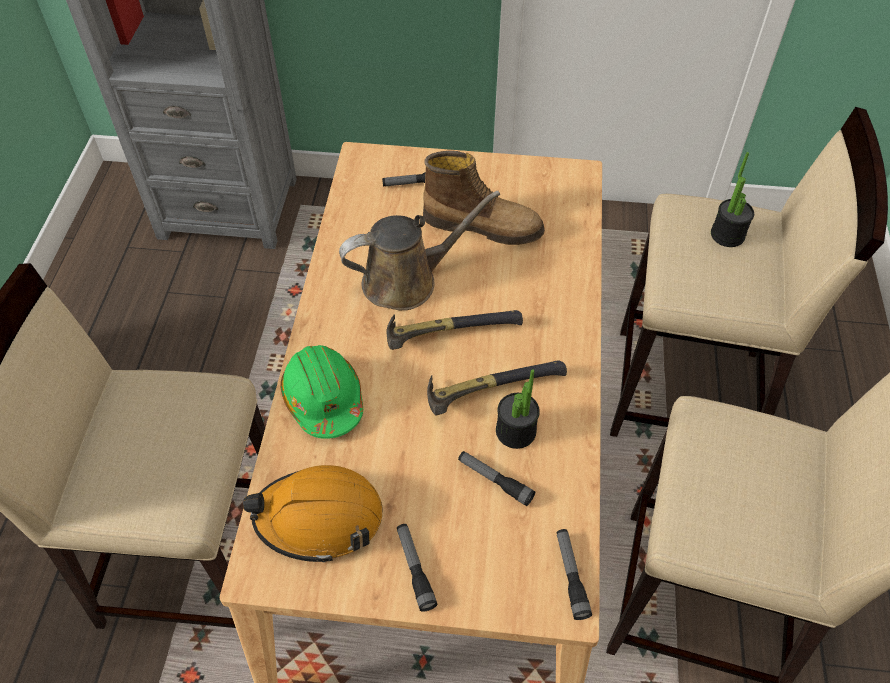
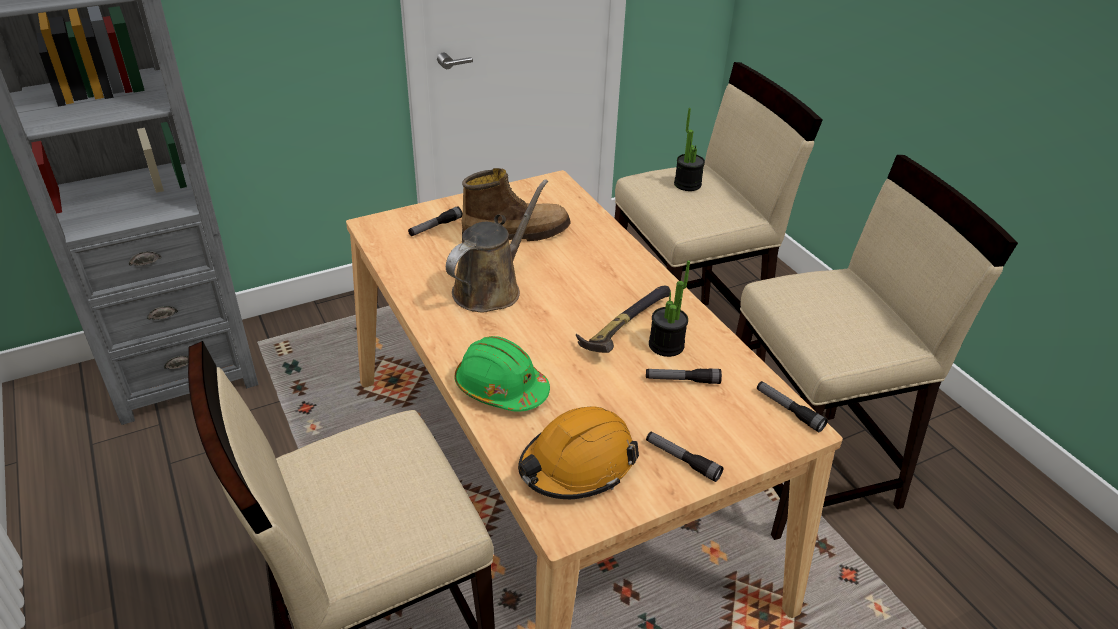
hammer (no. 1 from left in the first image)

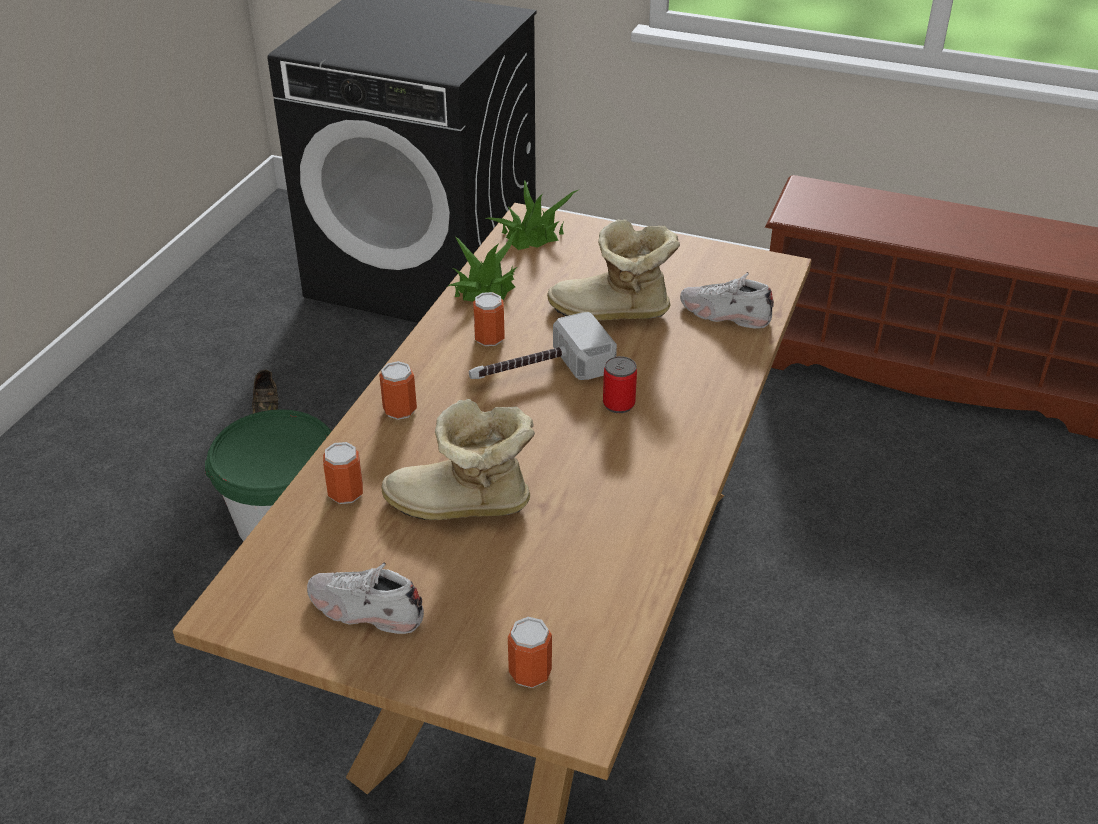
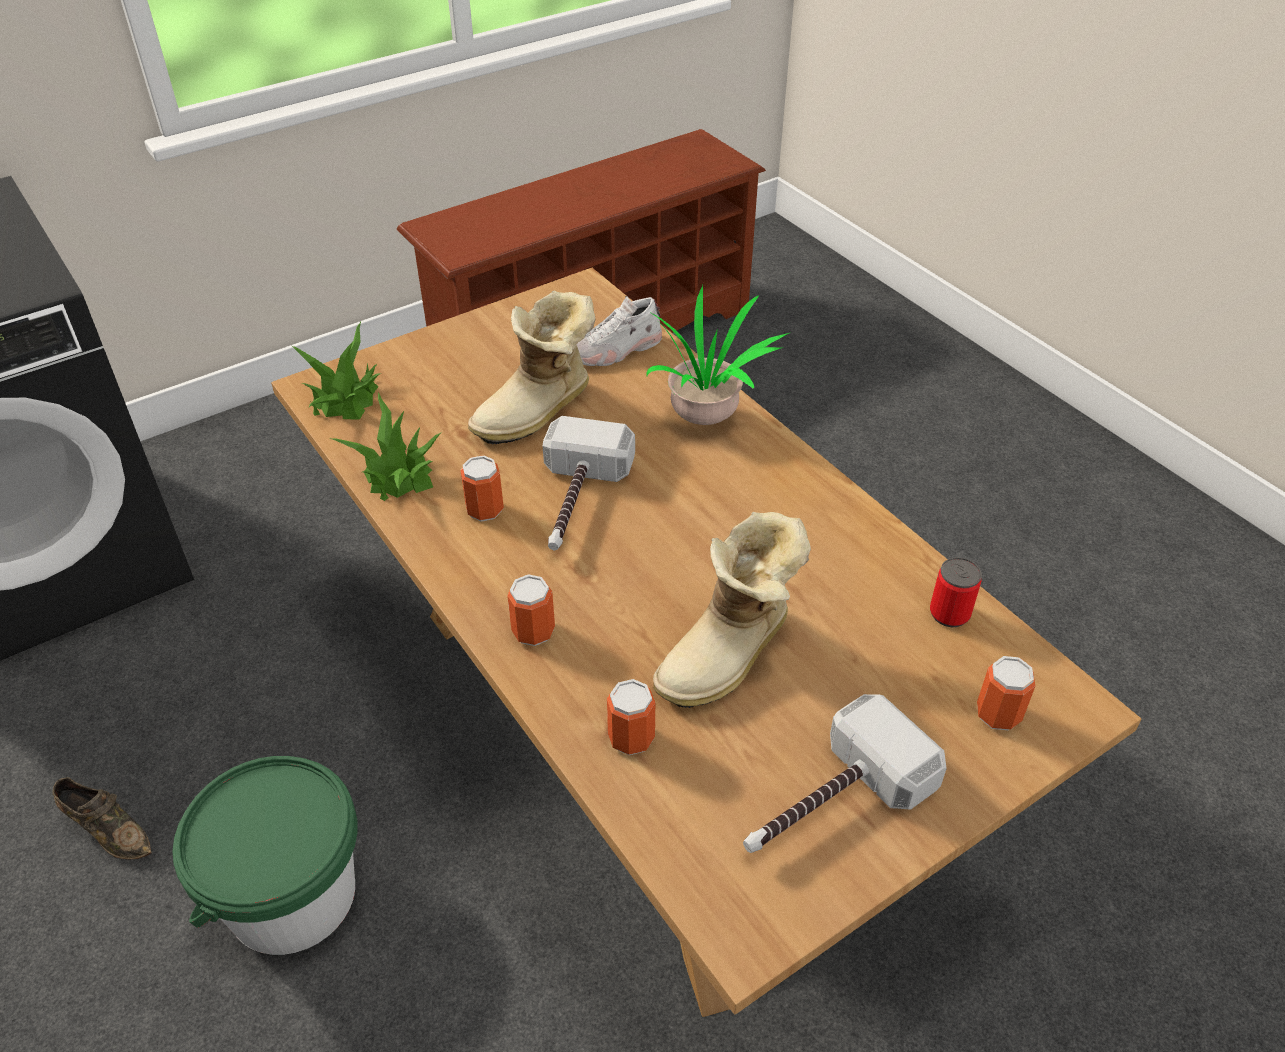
potted plant (no. 3 from left); can (no. 4 from left); hammer (no. 2 from left)

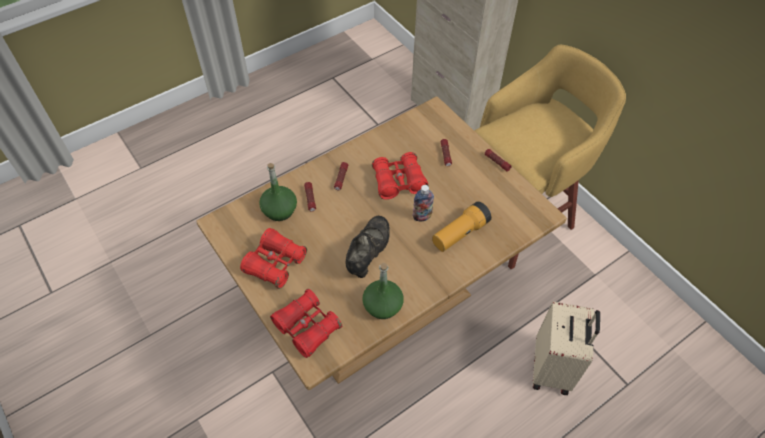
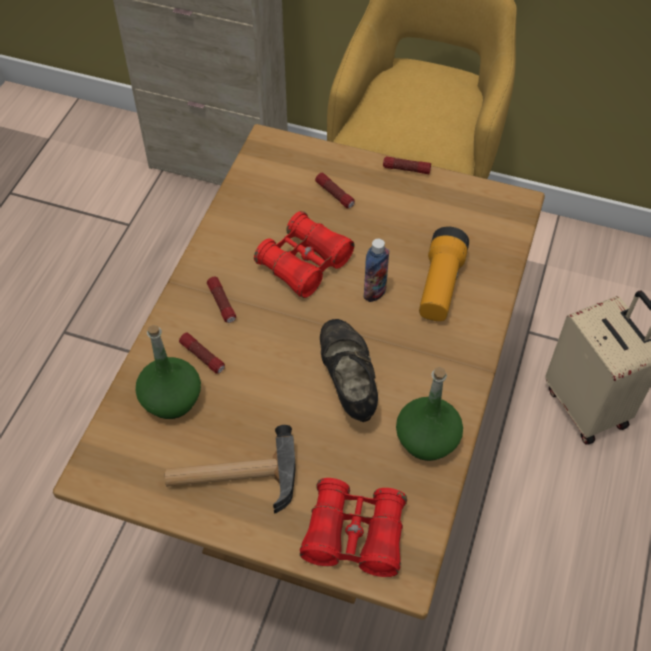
hammer

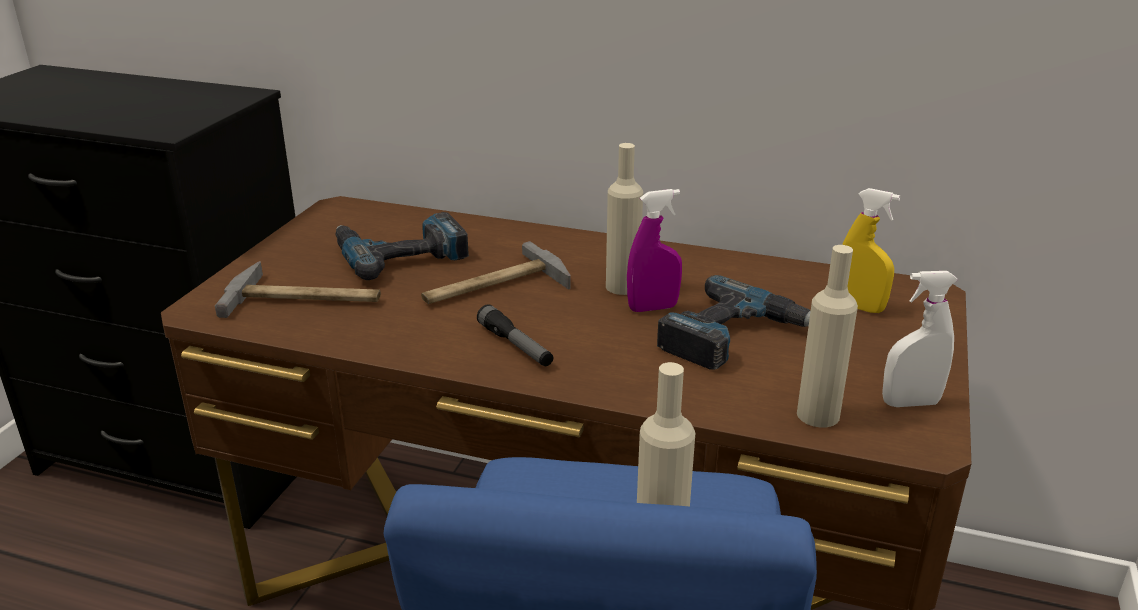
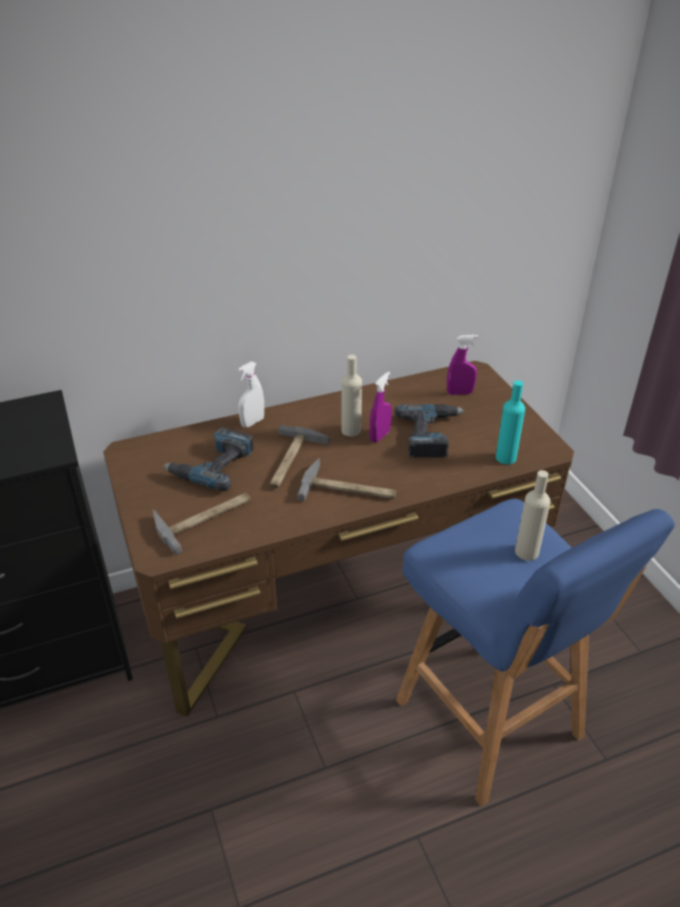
spray bottle (white); hammer (no. 3 from left); bottle (turquoise); spray bottle (purple) (no. 2 from left)

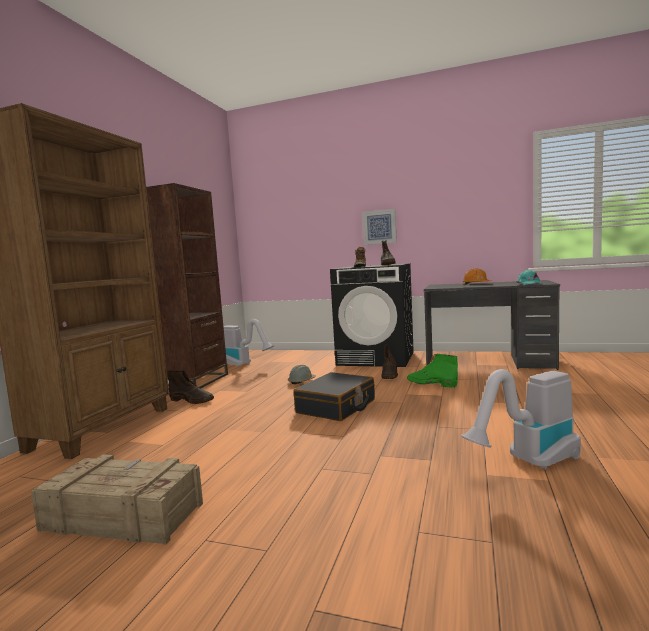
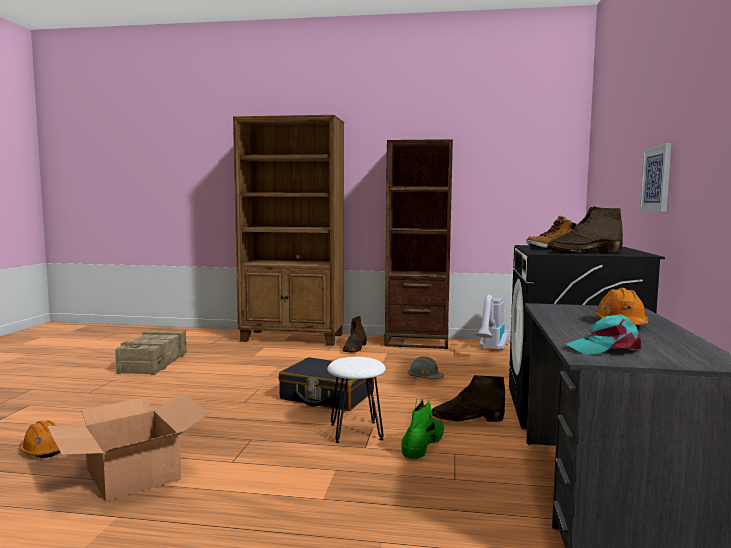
hard hat (orange) (no. 1 from left); stool (white); cardboard box

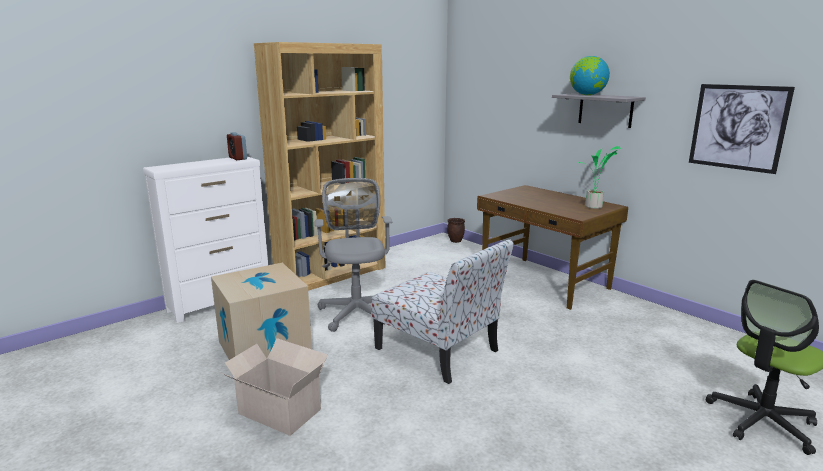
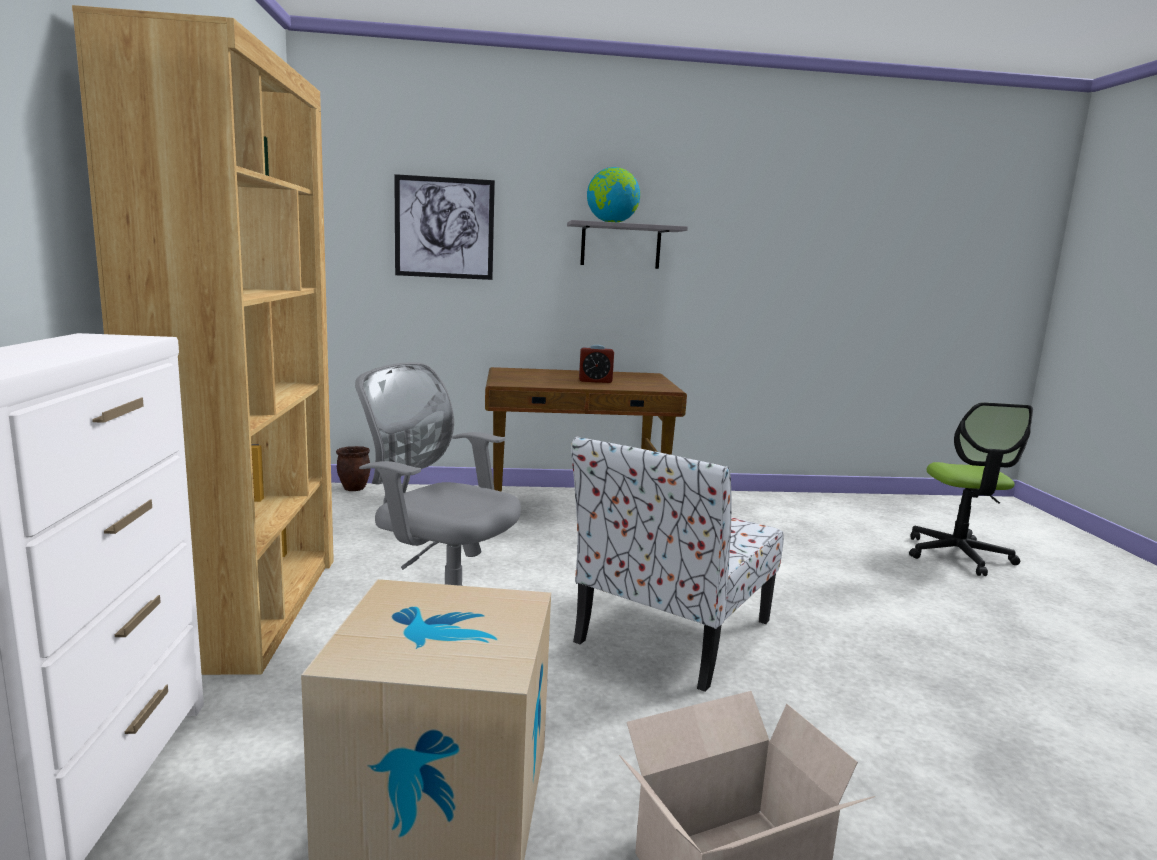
potted plant; alarm clock; picture; chair

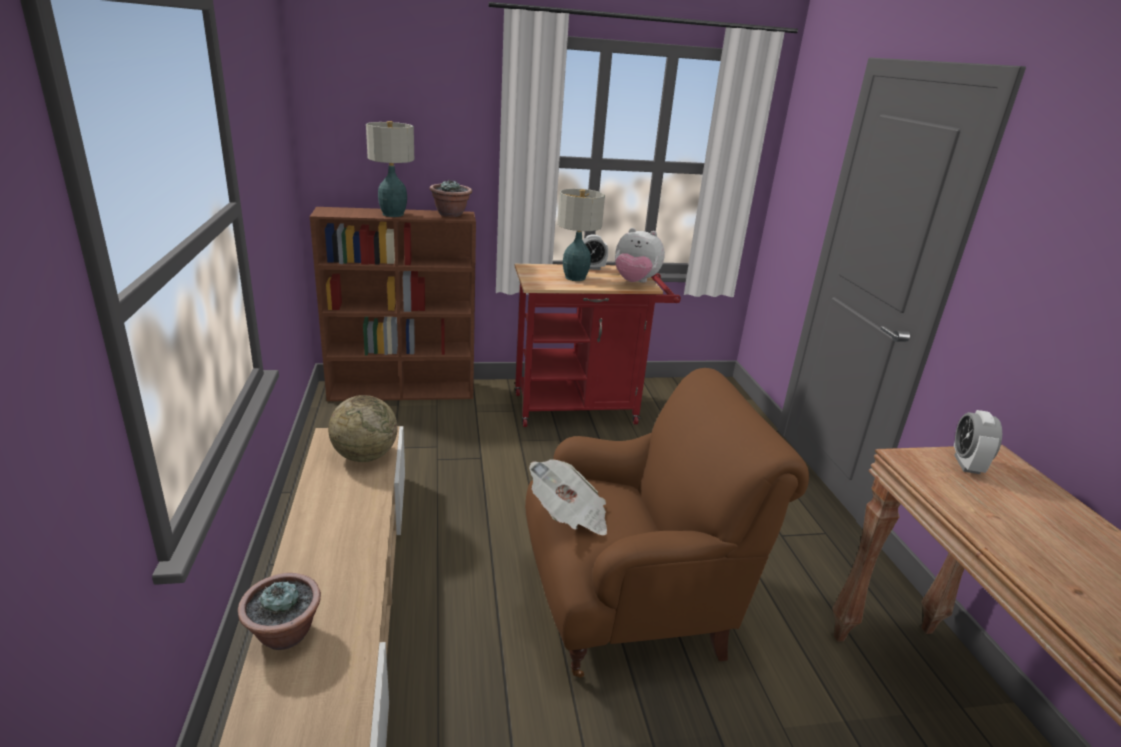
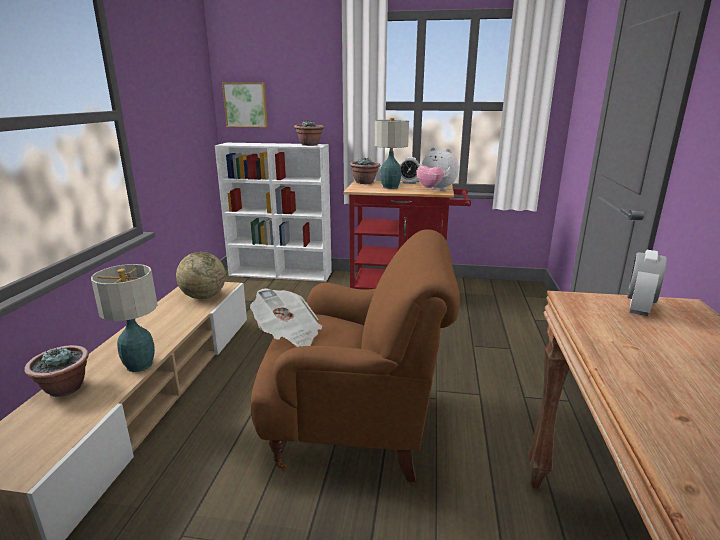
picture; potted plant (no. 3 from left); table lamp (no. 1 from left); bookcase (white)

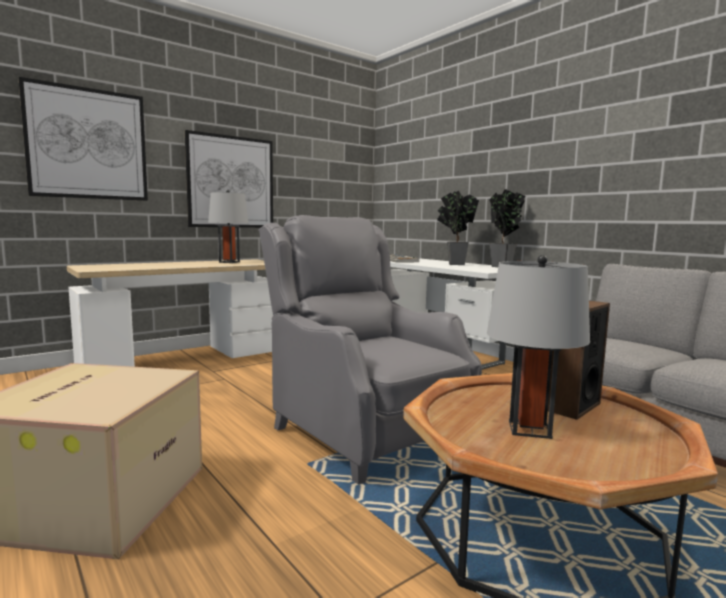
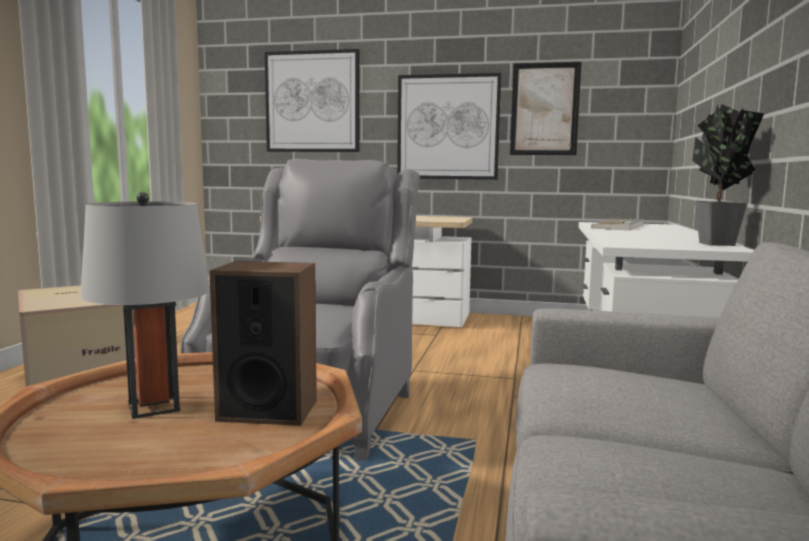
table lamp (grey) (no. 1 from left in the first image); potted plant (no. 1 from left in the first image); picture (no. 3 from left)

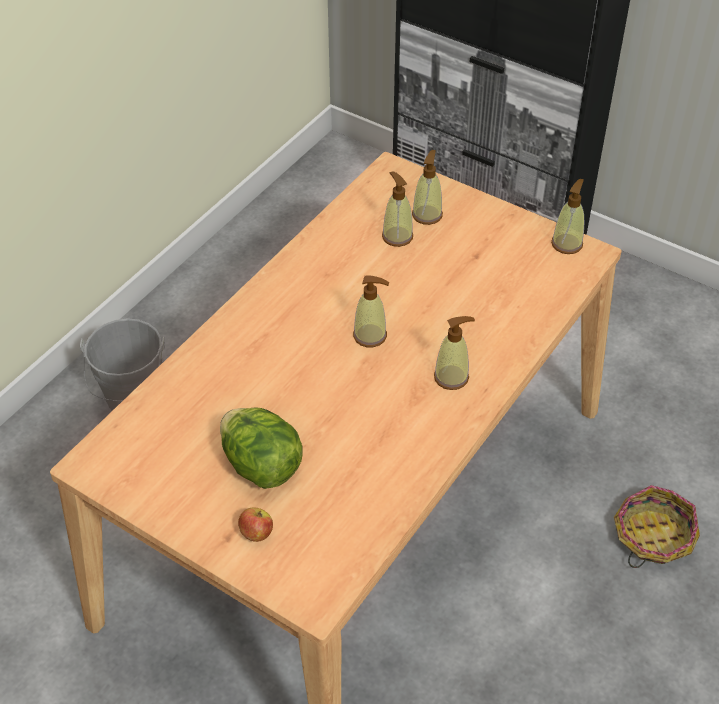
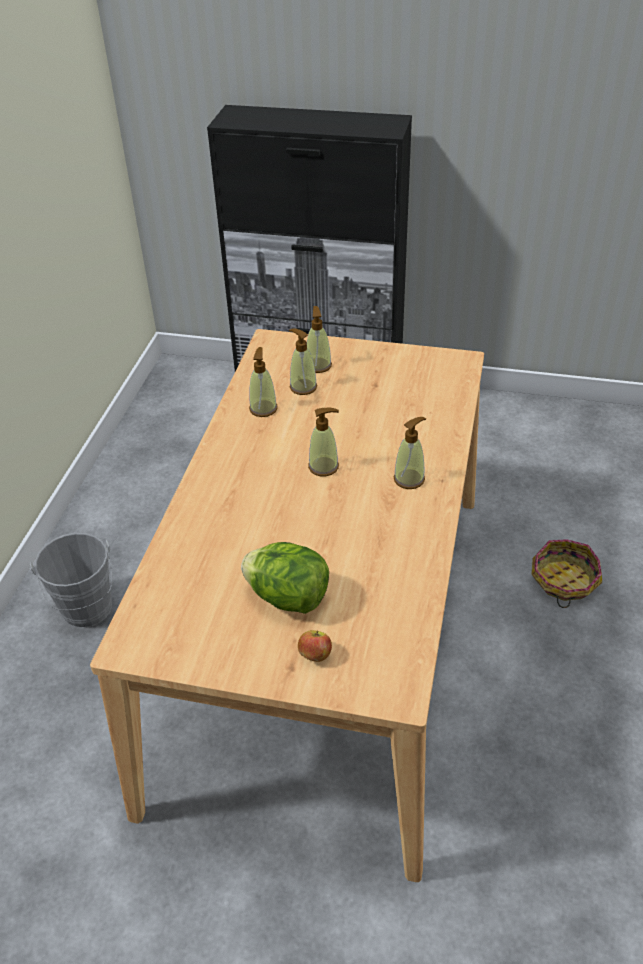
soap dispenser (no. 1 from left)

